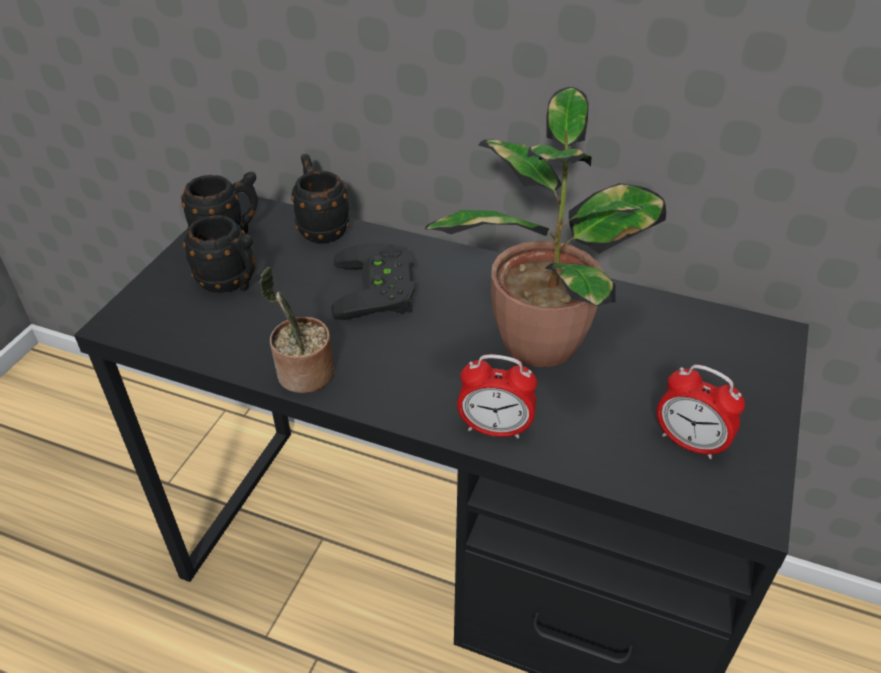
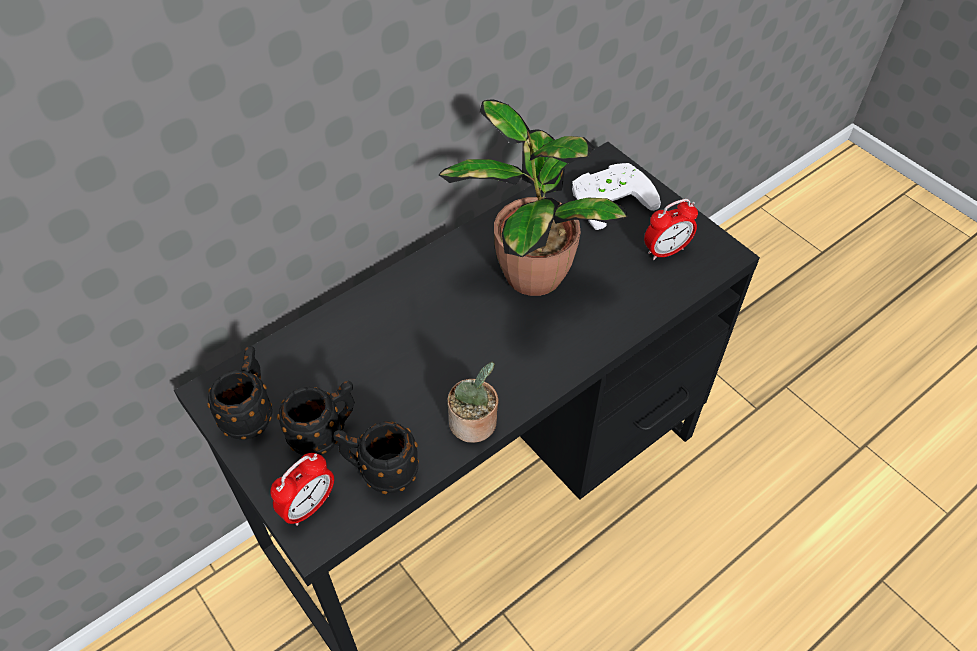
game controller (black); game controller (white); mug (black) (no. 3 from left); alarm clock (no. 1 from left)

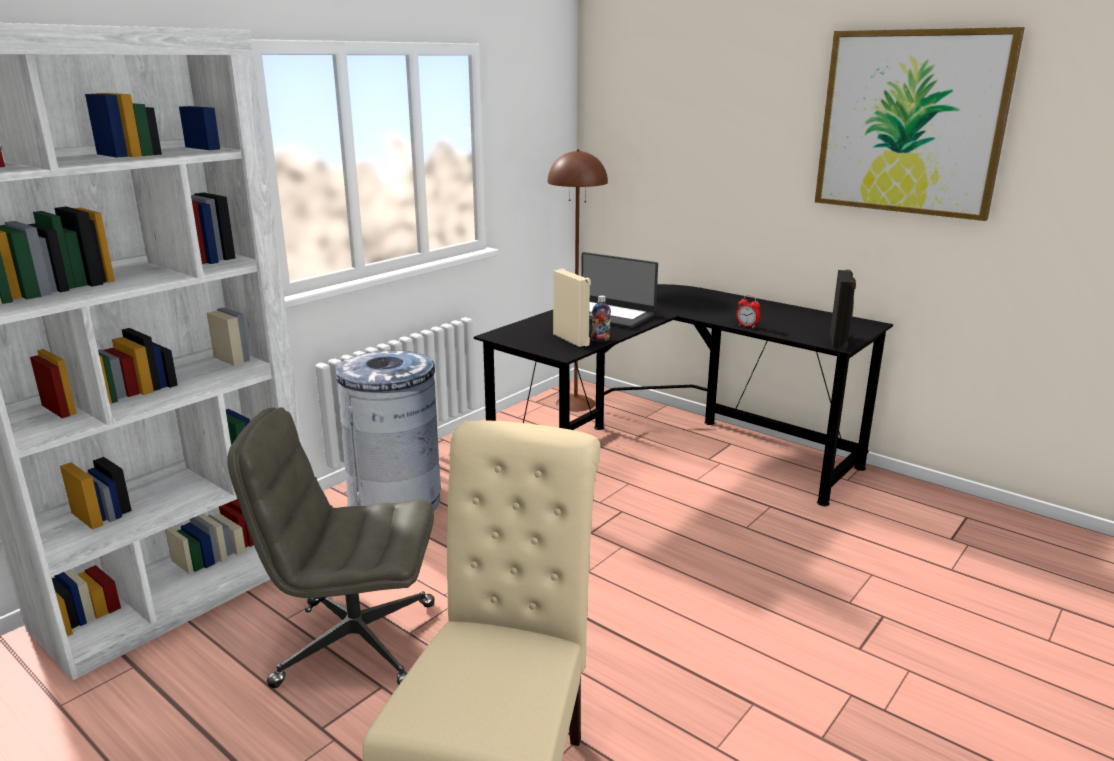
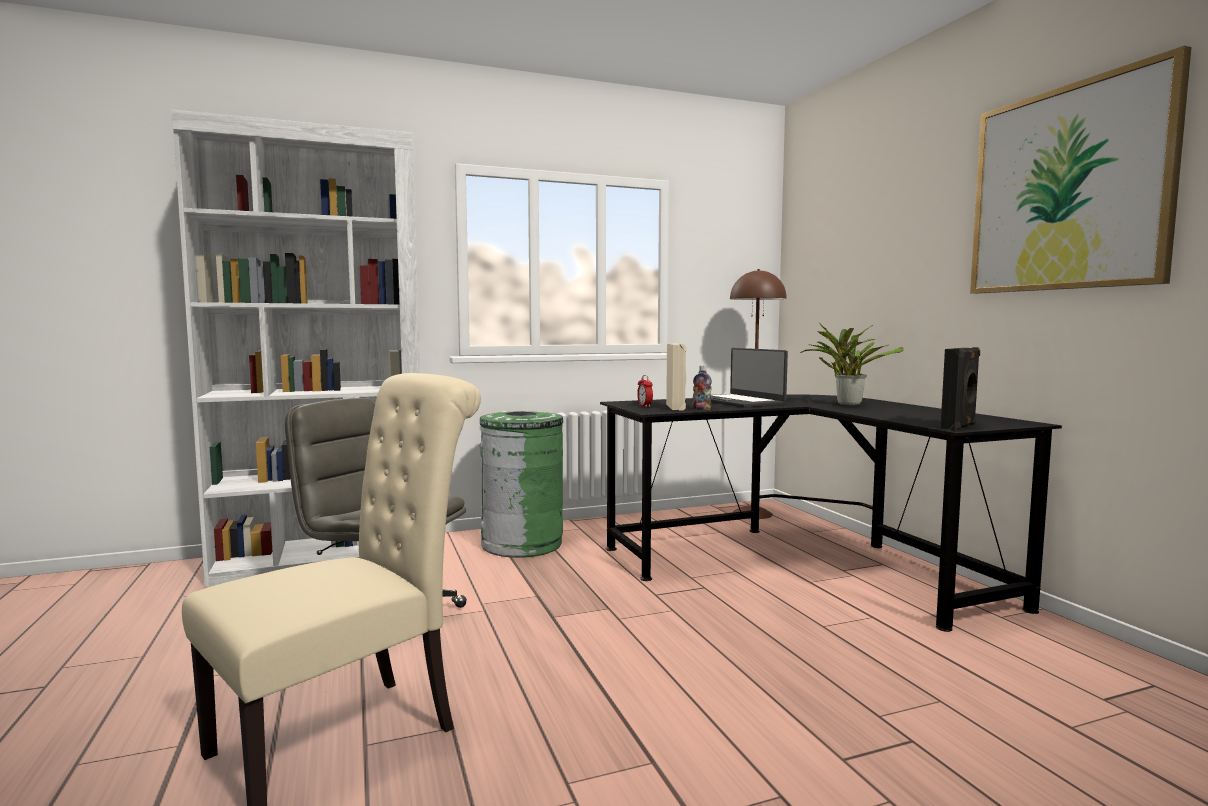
potted plant; alarm clock; trash can (green)

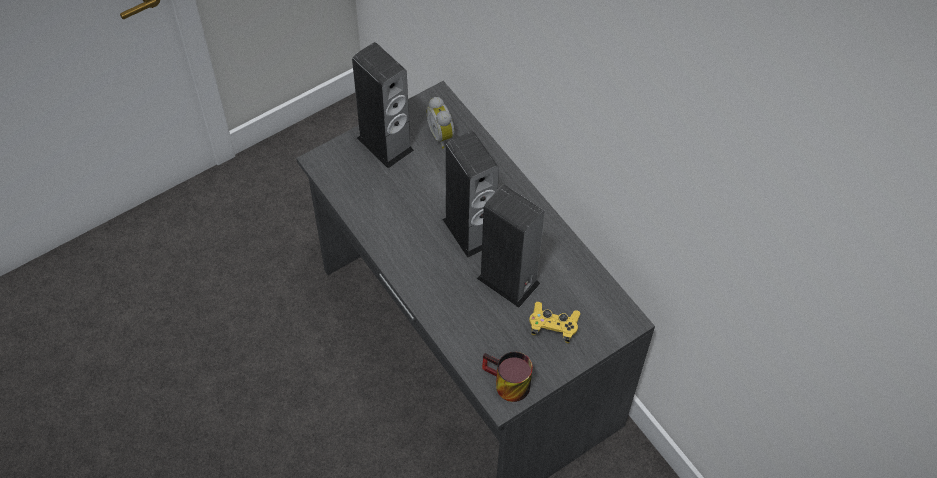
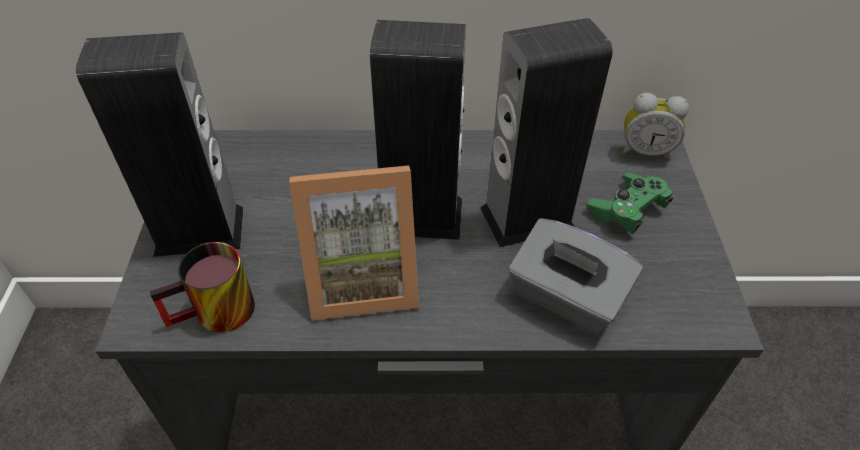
picture frame; tissue box (grey); alarm clock; mug; game controller (green)

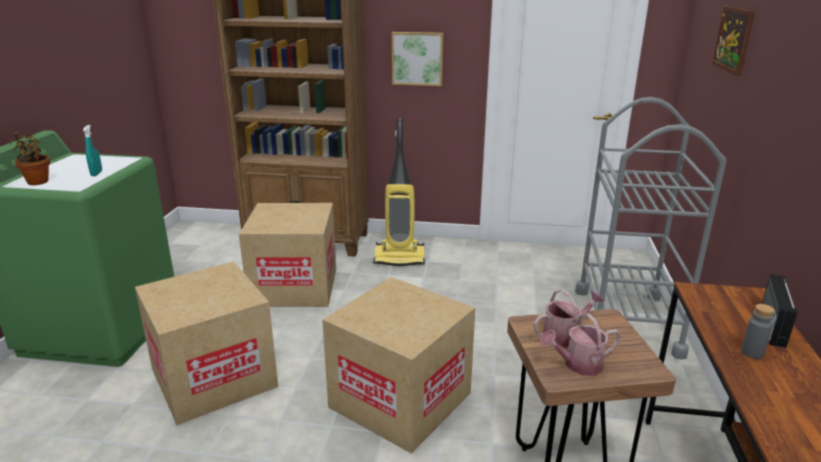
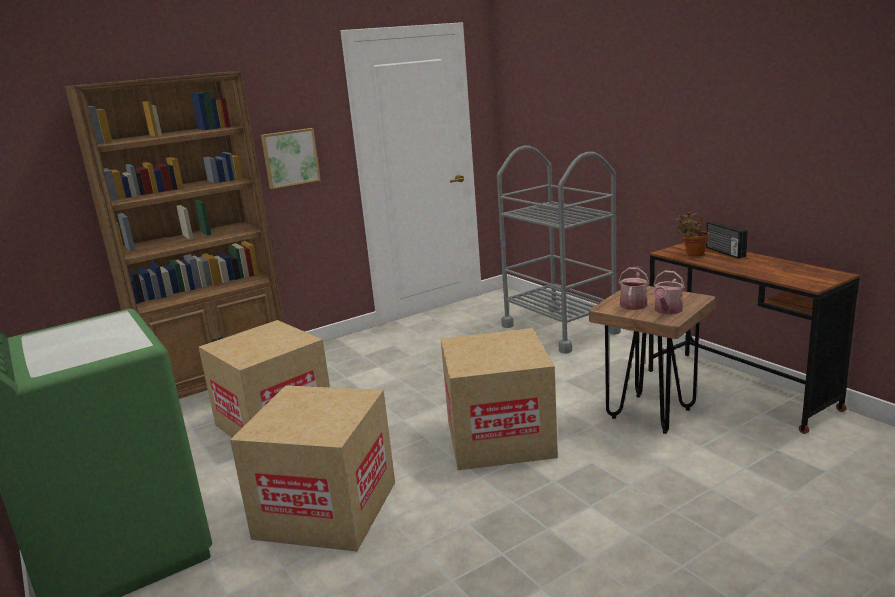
spray bottle (turquoise); vacuum cleaner; picture (no. 2 from left in the first image); bottle (grey); potted plant

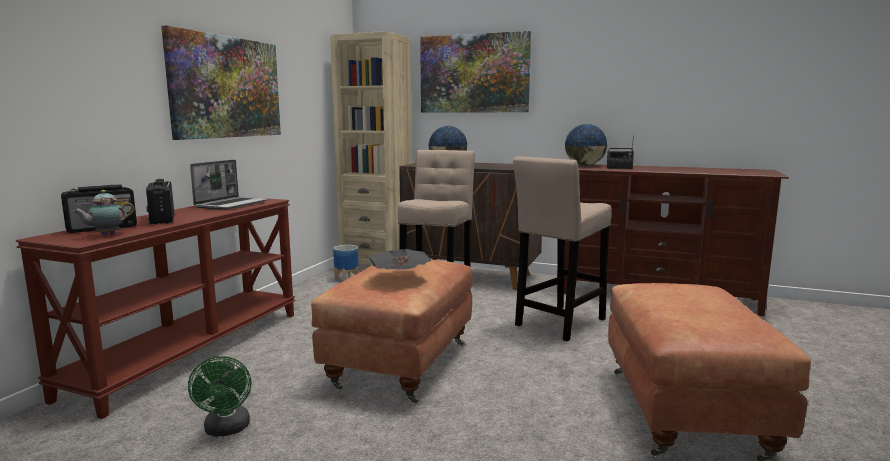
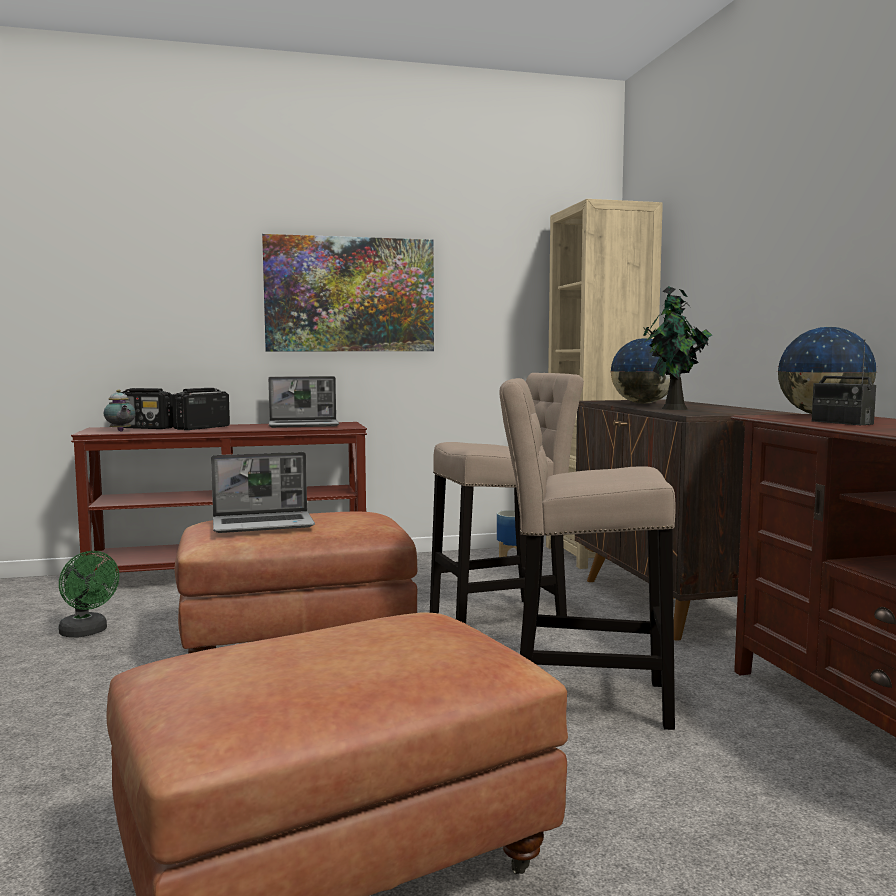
picture (no. 2 from left in the first image); potted plant; laptop (no. 1 from left); teapot; fan (green)

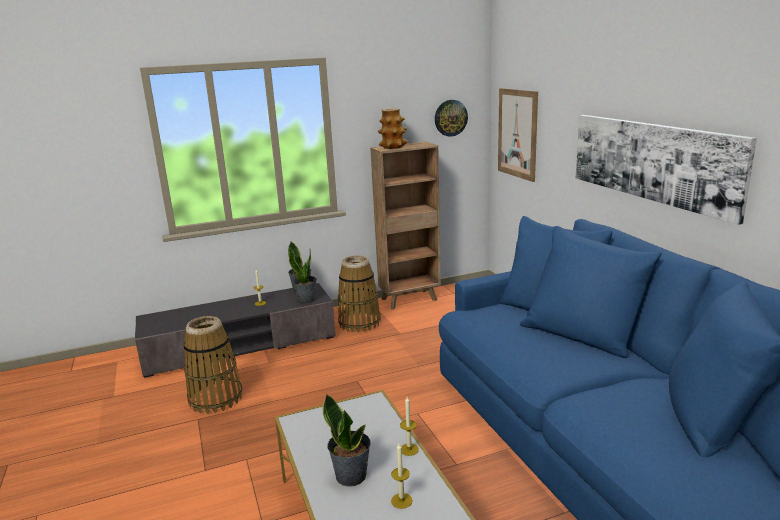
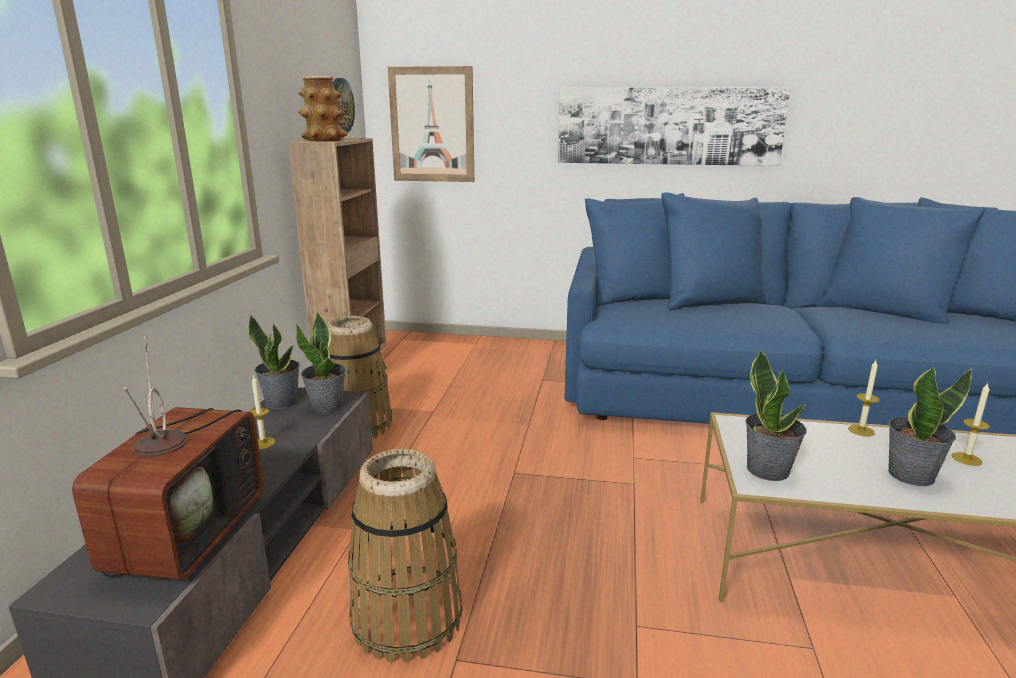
television; potted plant (no. 3 from left)

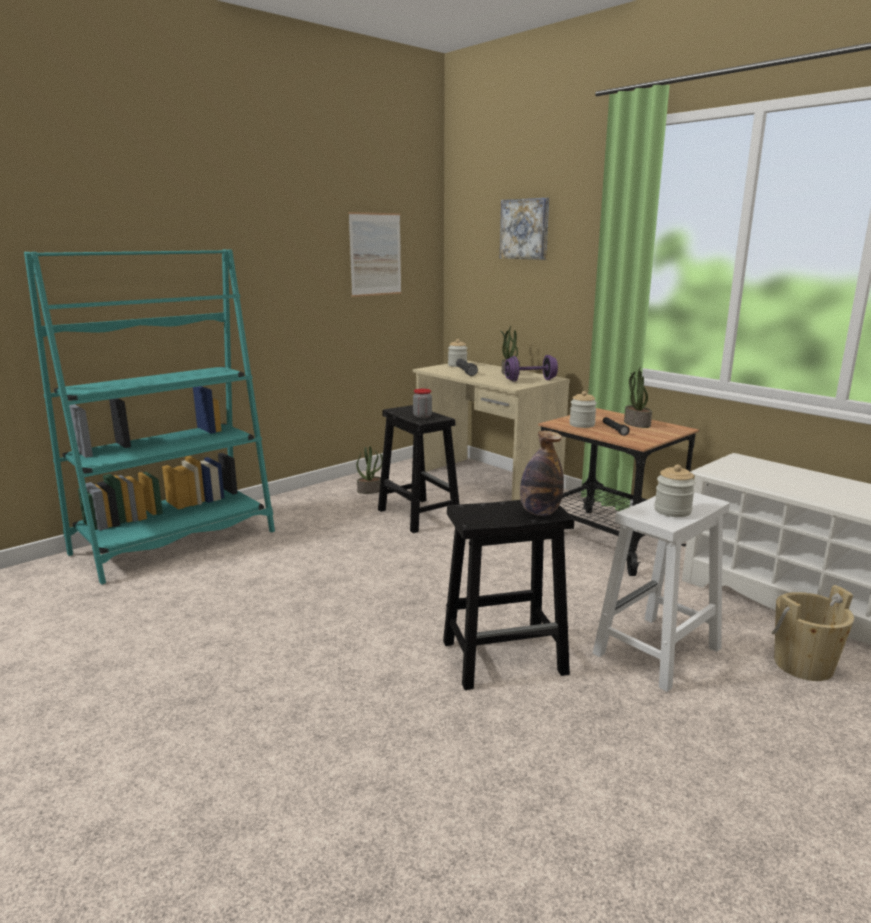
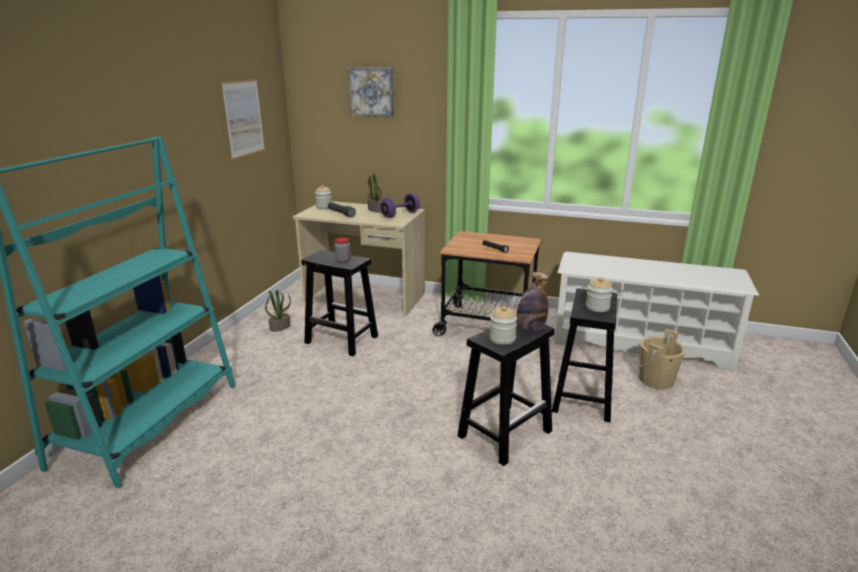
potted plant (no. 3 from left in the first image); jar (no. 3 from left); stool (black) (no. 3 from left)

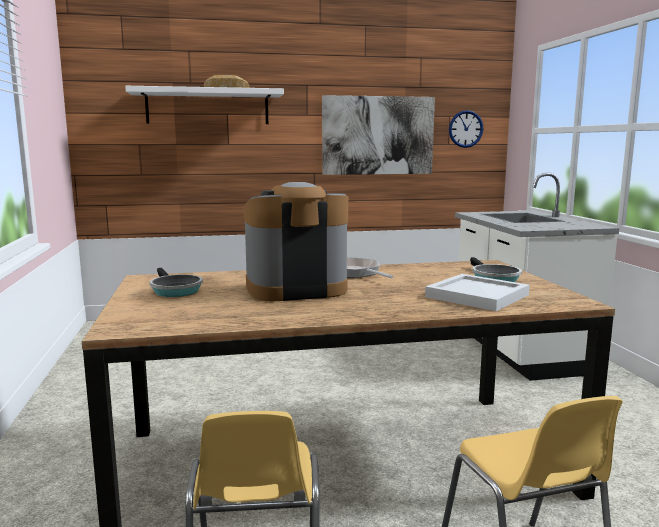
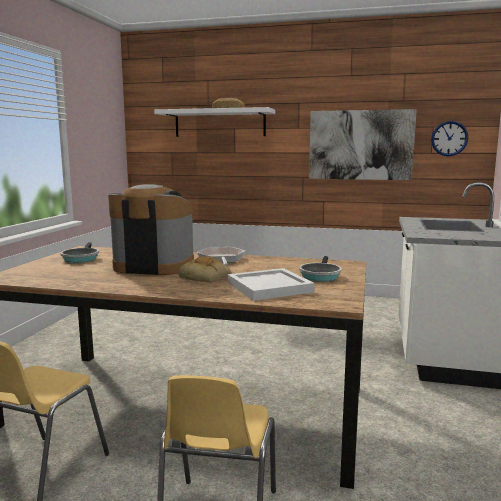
bread (no. 1 from left)

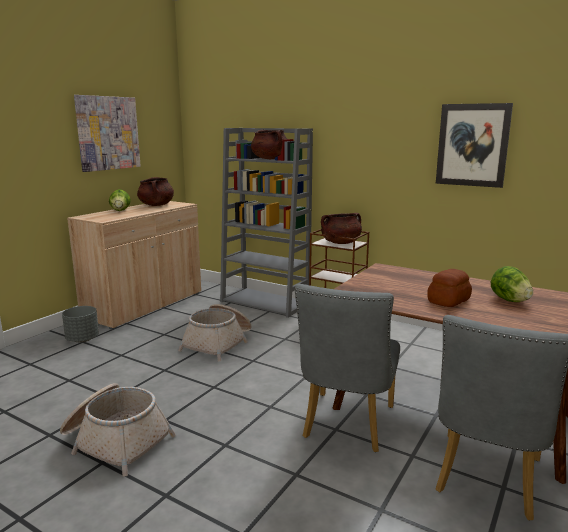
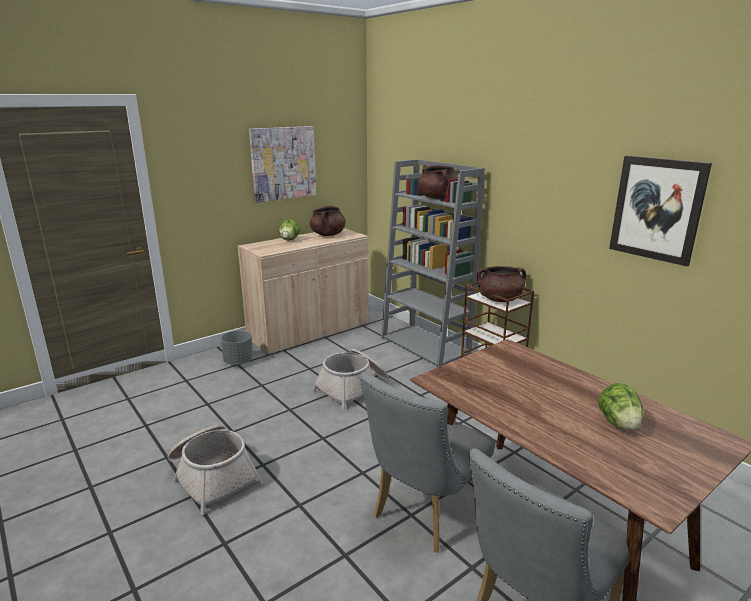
bread

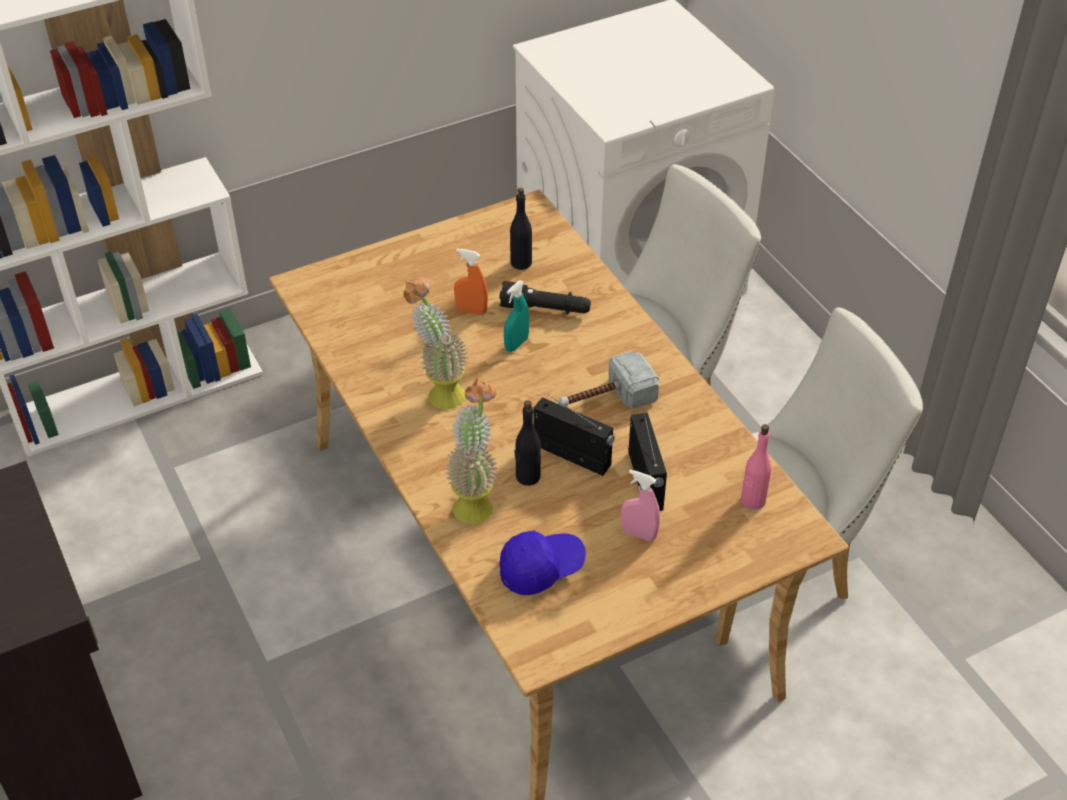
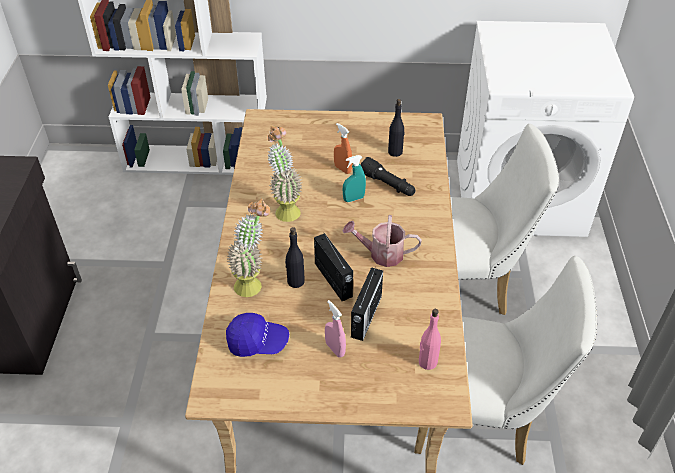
watering can

